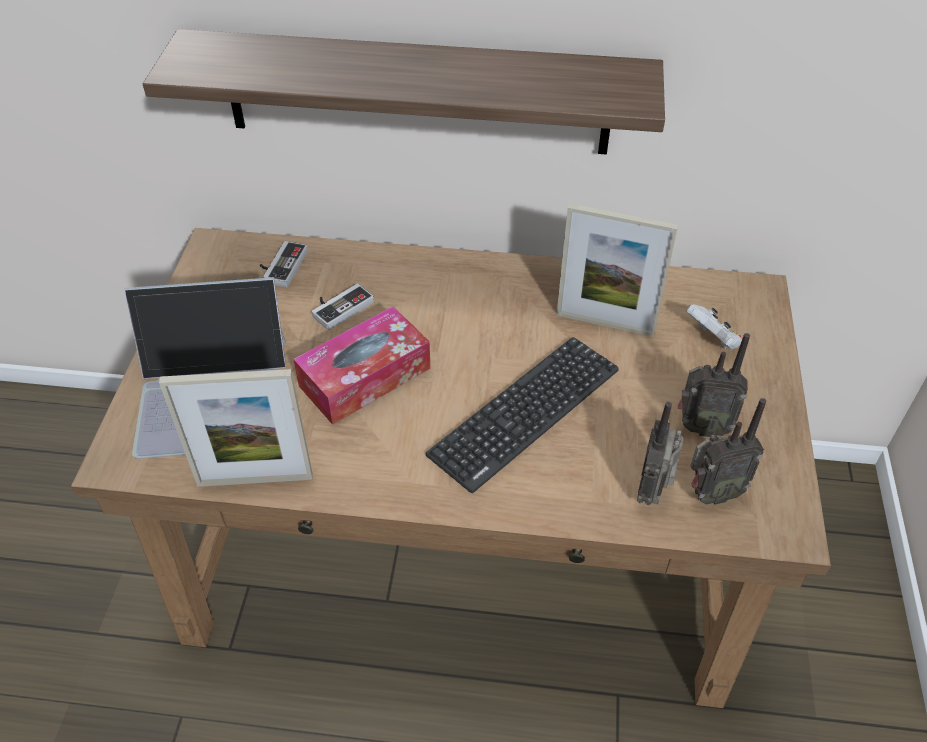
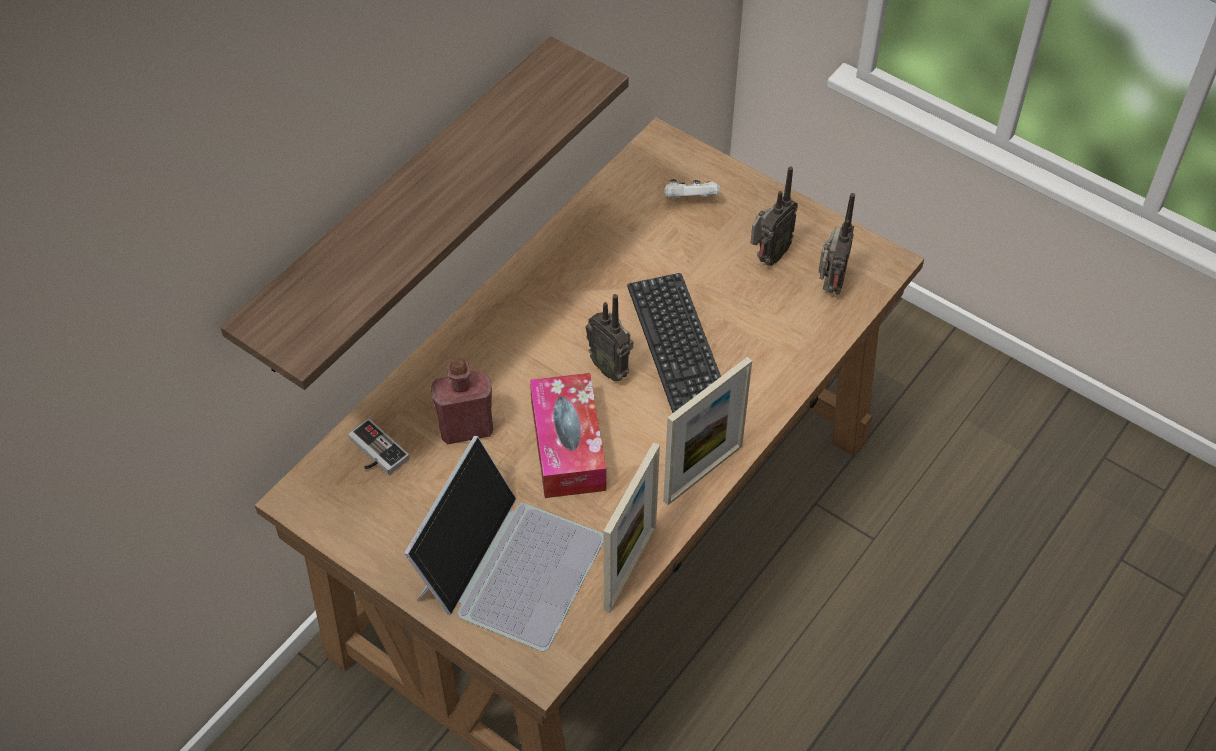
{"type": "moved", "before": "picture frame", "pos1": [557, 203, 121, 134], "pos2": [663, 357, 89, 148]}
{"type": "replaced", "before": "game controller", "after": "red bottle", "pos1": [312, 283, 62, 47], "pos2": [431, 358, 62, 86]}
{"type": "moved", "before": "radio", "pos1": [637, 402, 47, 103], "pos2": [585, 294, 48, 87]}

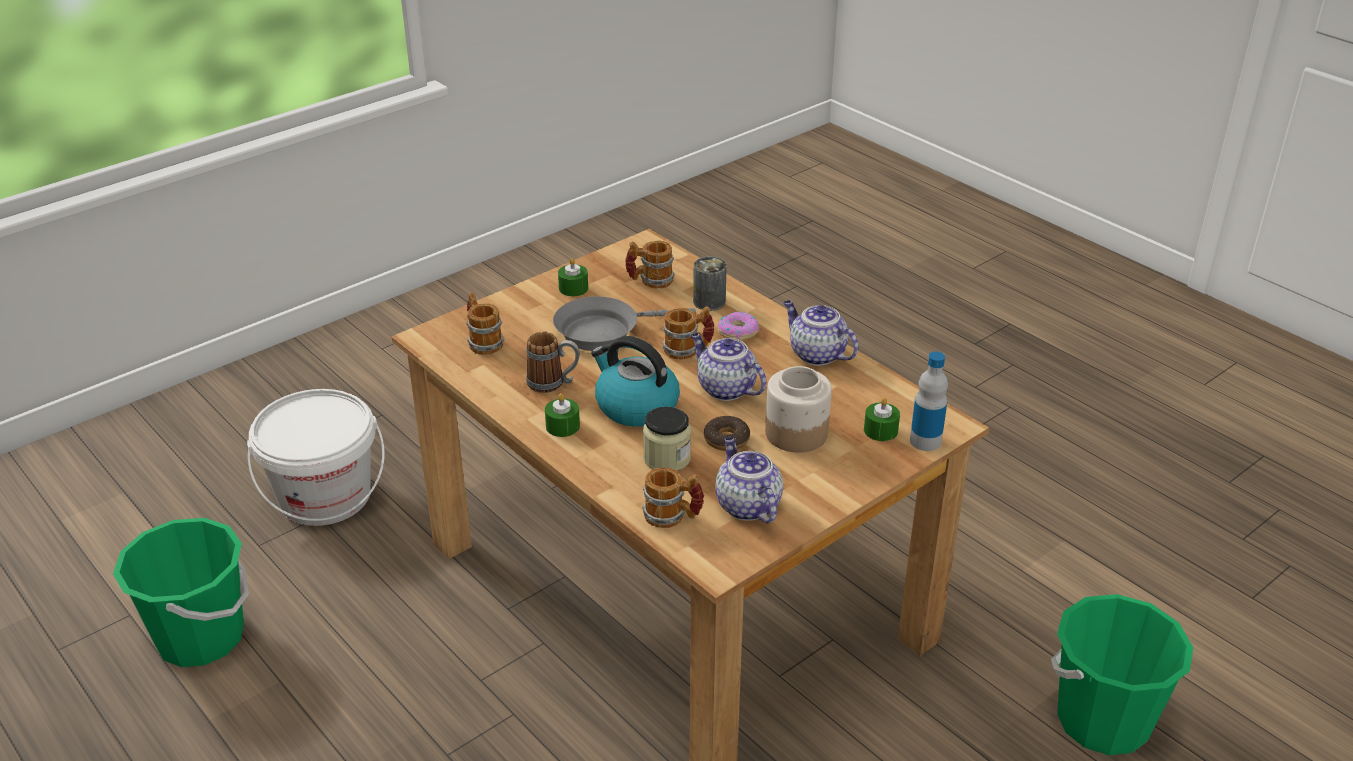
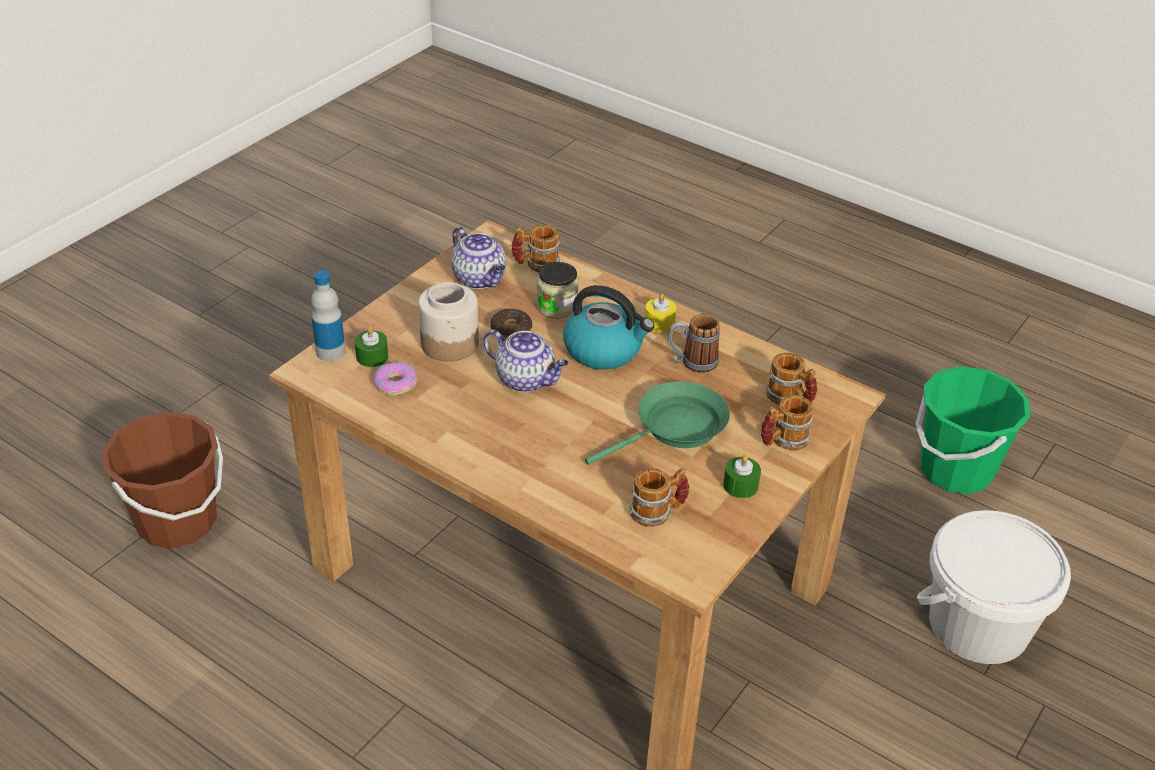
{"type": "removed", "before": "can", "pos1": [693, 257, 34, 54]}
{"type": "recoloured", "before": "grey frying pan", "after": "green frying pan", "pos1": [553, 296, 143, 55], "pos2": [585, 381, 145, 84]}
{"type": "removed", "before": "teapot", "pos1": [783, 300, 76, 66]}
{"type": "moved", "before": "mug", "pos1": [662, 306, 52, 54], "pos2": [761, 395, 53, 56]}
{"type": "moved", "before": "donut", "pos1": [718, 312, 41, 29], "pos2": [373, 361, 44, 35]}
{"type": "recoloured", "before": "green candle", "after": "yellow candle", "pos1": [545, 393, 35, 44], "pos2": [645, 293, 31, 40]}
{"type": "recoloured", "before": "green bucket", "after": "brown bucket", "pos1": [1051, 594, 142, 161], "pos2": [101, 412, 122, 136]}

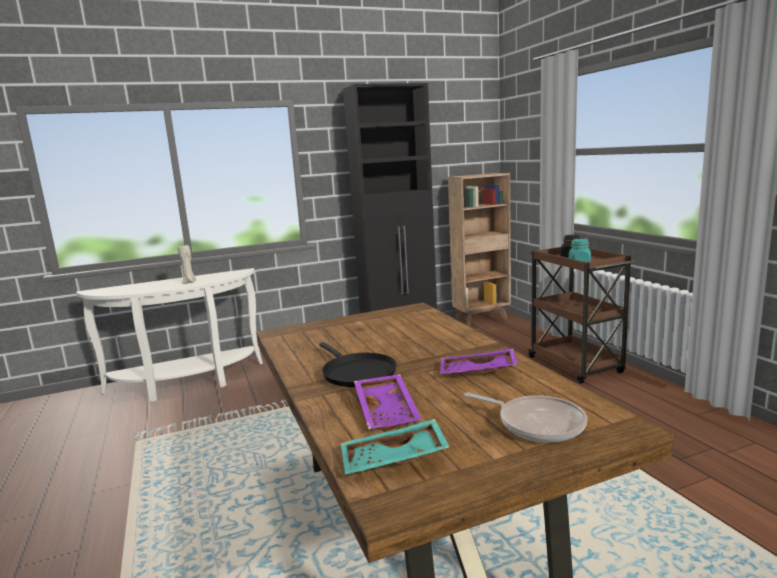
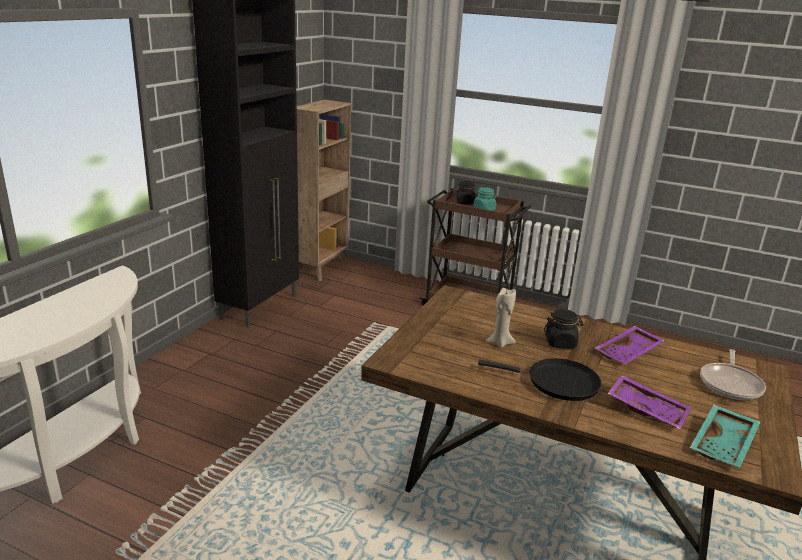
{"type": "moved", "before": "beige candle", "pos1": [178, 245, 18, 39], "pos2": [486, 288, 30, 60]}
{"type": "turned", "before": "frying pan", "pos1": [464, 393, 123, 50], "pos2": [700, 349, 66, 51], "turn": 120}
{"type": "added", "after": "black jar", "pos2": [544, 309, 40, 40]}

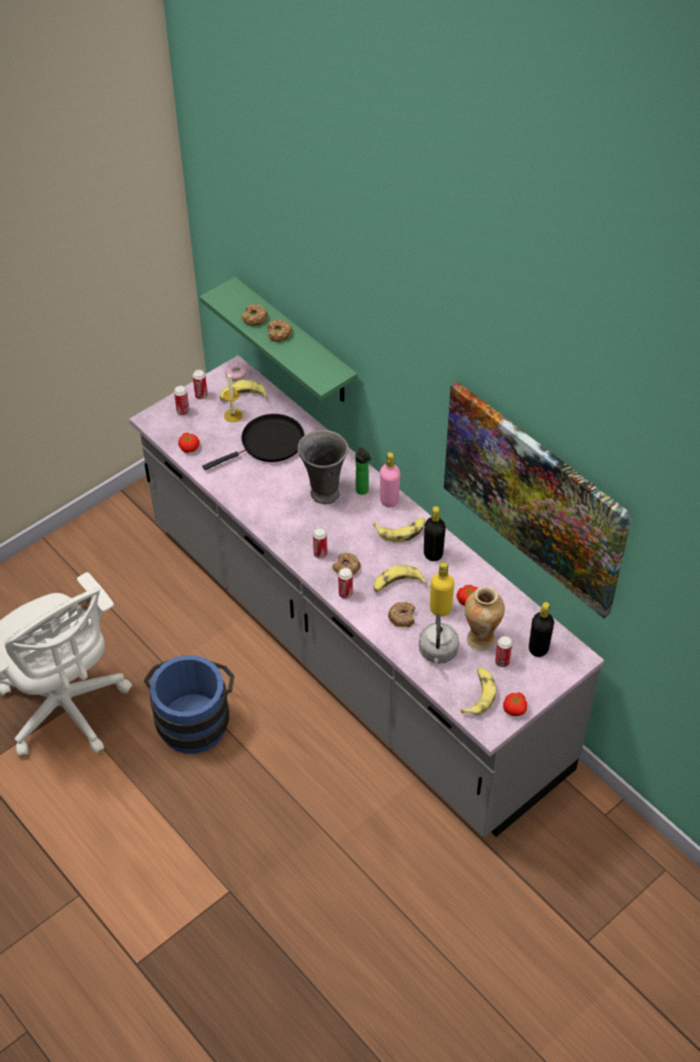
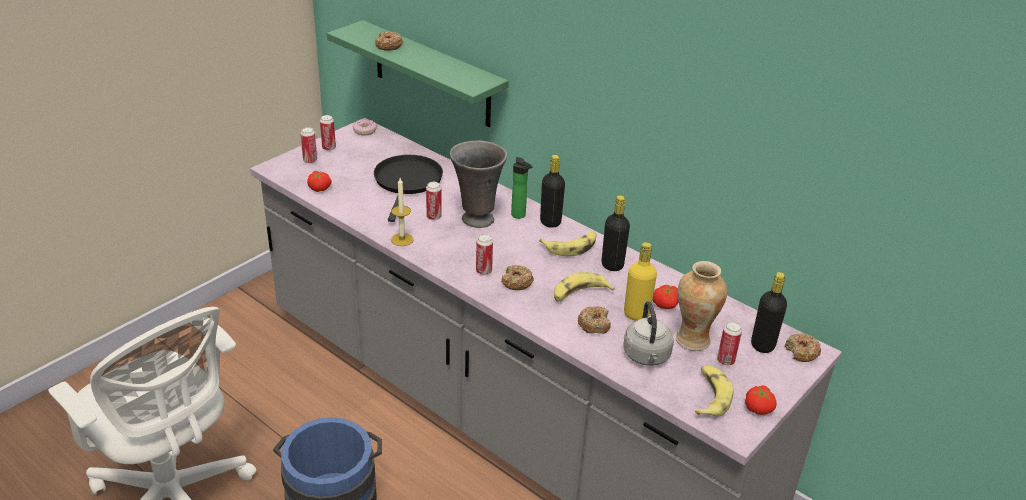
{"type": "moved", "before": "donut", "pos1": [267, 319, 25, 22], "pos2": [785, 333, 36, 29]}
{"type": "moved", "before": "candle", "pos1": [223, 373, 19, 49], "pos2": [391, 178, 22, 68]}
{"type": "removed", "before": "banana", "pos1": [220, 380, 48, 21]}
{"type": "removed", "before": "picture", "pos1": [444, 381, 189, 237]}
{"type": "turned", "before": "black frying pan", "pos1": [203, 414, 101, 56], "pos2": [374, 155, 69, 67], "turn": -45}
{"type": "recoloured", "before": "pink bottle", "after": "black bottle", "pos1": [380, 452, 20, 55], "pos2": [540, 155, 25, 73]}
{"type": "moved", "before": "can", "pos1": [338, 568, 15, 31], "pos2": [426, 182, 16, 38]}

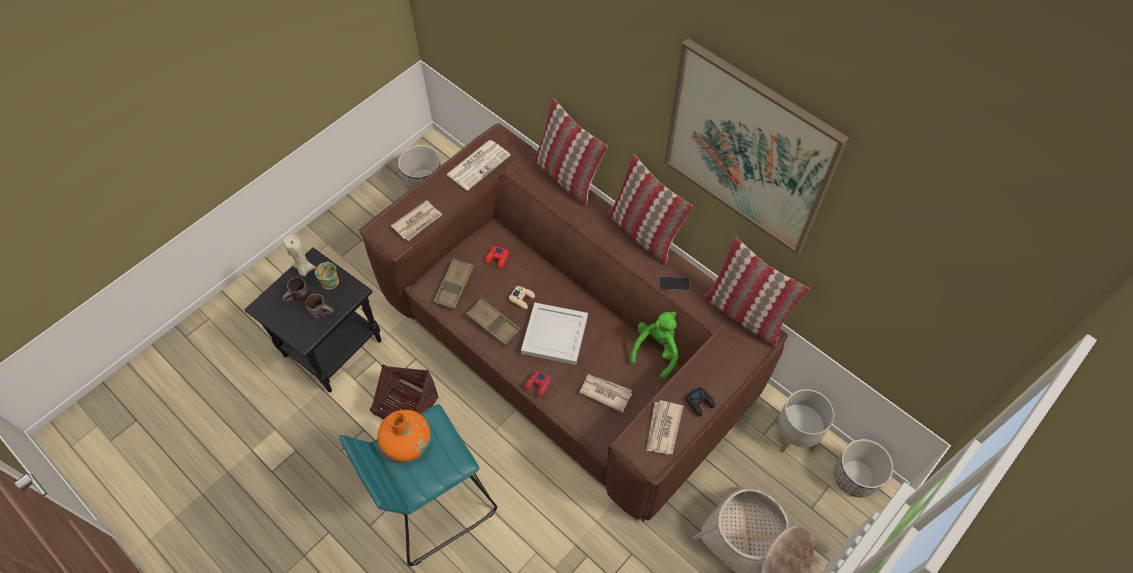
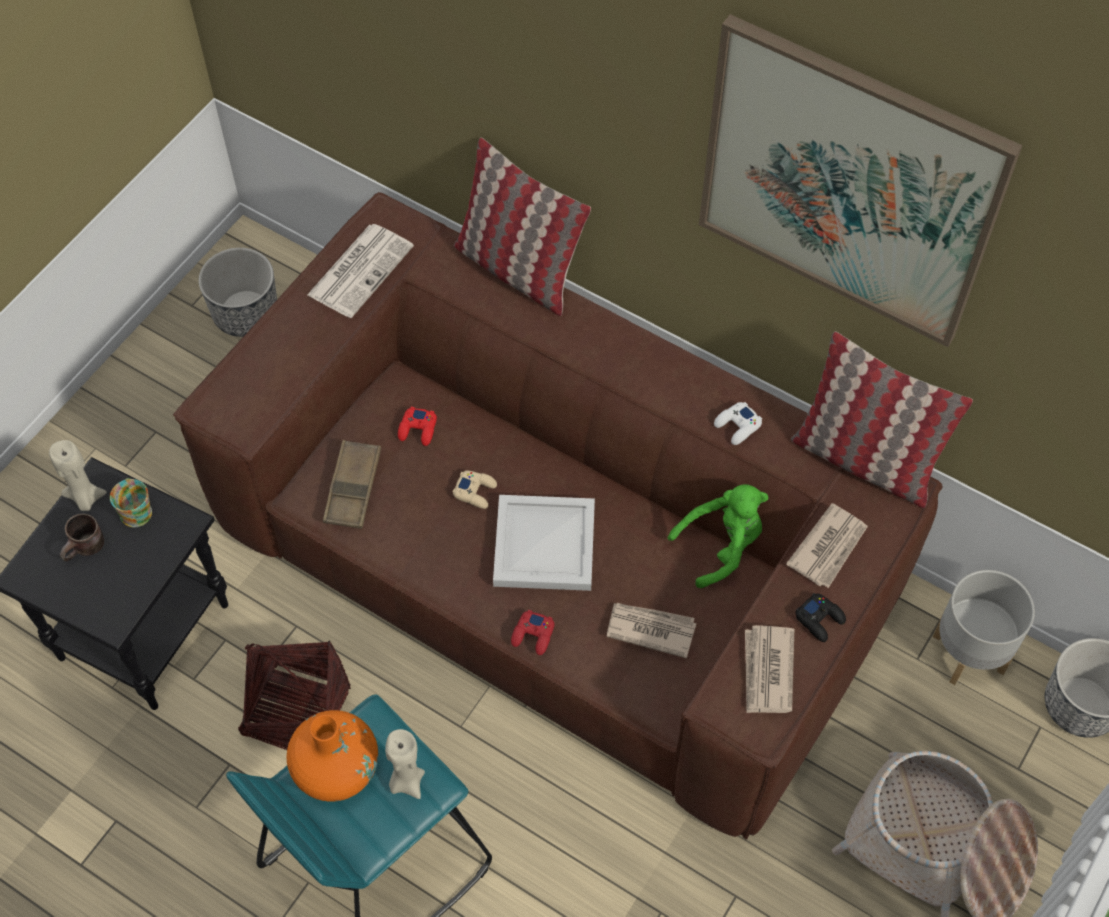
{"type": "removed", "before": "pillow", "pos1": [608, 154, 85, 111]}
{"type": "moved", "before": "newspaper", "pos1": [391, 200, 51, 41], "pos2": [786, 503, 82, 85]}
{"type": "replaced", "before": "phone", "after": "white game controller", "pos1": [659, 277, 30, 14], "pos2": [714, 402, 48, 43]}
{"type": "removed", "before": "brown mug", "pos1": [305, 294, 29, 24]}
{"type": "removed", "before": "brown tray", "pos1": [466, 298, 55, 48]}
{"type": "turned", "before": "green plush toy", "pos1": [629, 312, 50, 67], "pos2": [668, 484, 100, 104], "turn": 45}
{"type": "added", "after": "beige candle", "pos2": [385, 729, 40, 70]}

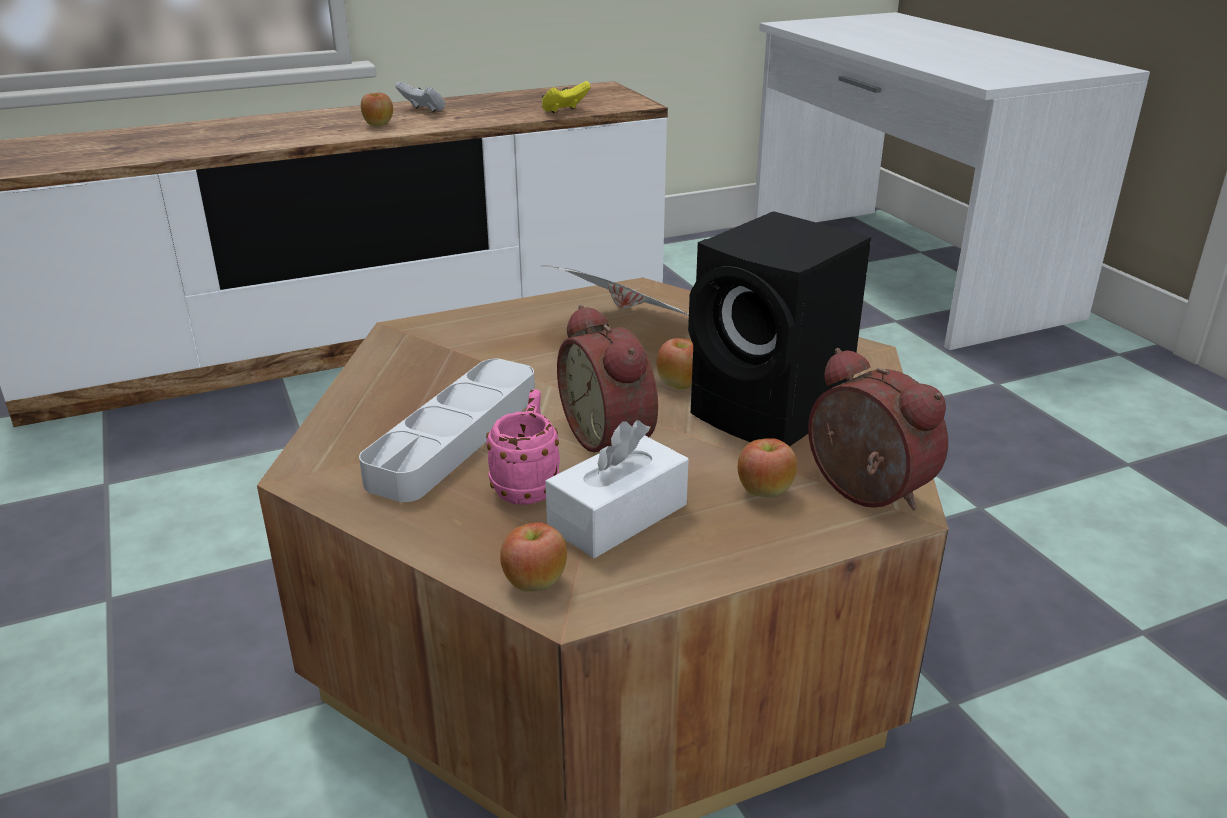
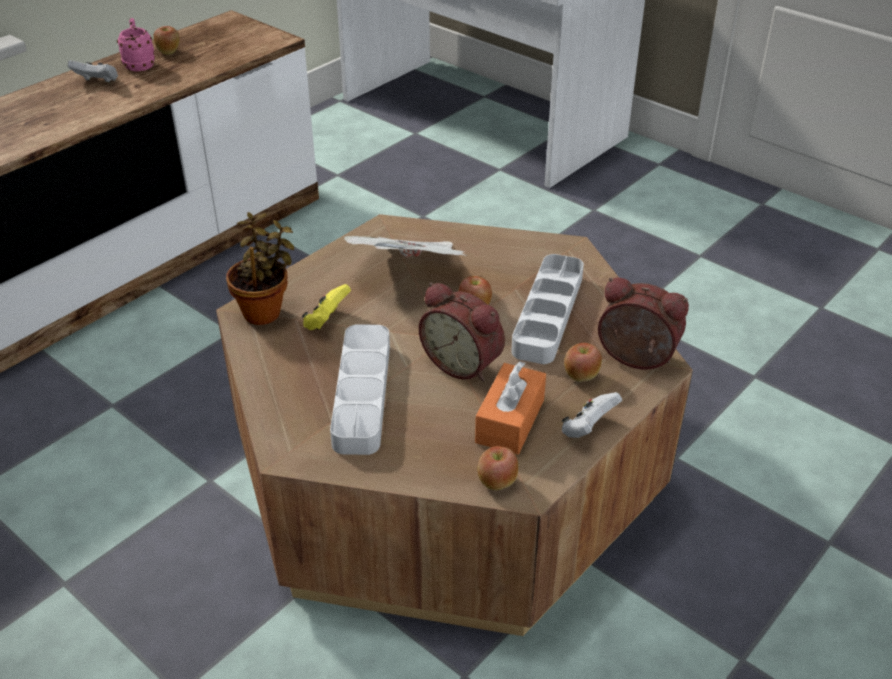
{"type": "moved", "before": "yellow game controller", "pos1": [542, 81, 49, 32], "pos2": [302, 284, 49, 46]}
{"type": "moved", "before": "apple", "pos1": [361, 93, 32, 33], "pos2": [153, 26, 27, 29]}
{"type": "replaced", "before": "black speaker", "after": "grey tray", "pos1": [688, 211, 183, 235], "pos2": [511, 254, 73, 110]}
{"type": "moved", "before": "pink mug", "pos1": [486, 389, 74, 116], "pos2": [117, 18, 38, 53]}
{"type": "recoloured", "before": "white tissue box", "after": "orange tissue box", "pos1": [545, 420, 144, 138], "pos2": [475, 361, 71, 94]}
{"type": "added", "after": "potted plant", "pos2": [226, 212, 68, 113]}
{"type": "added", "after": "white game controller", "pos2": [562, 392, 60, 46]}

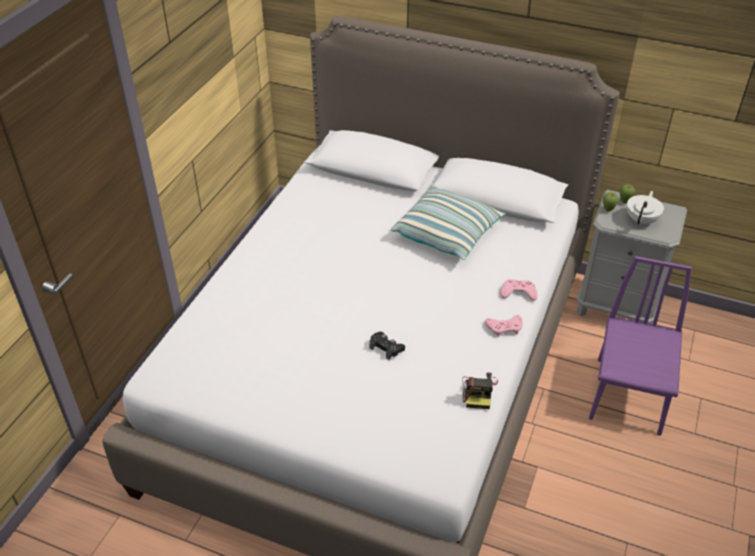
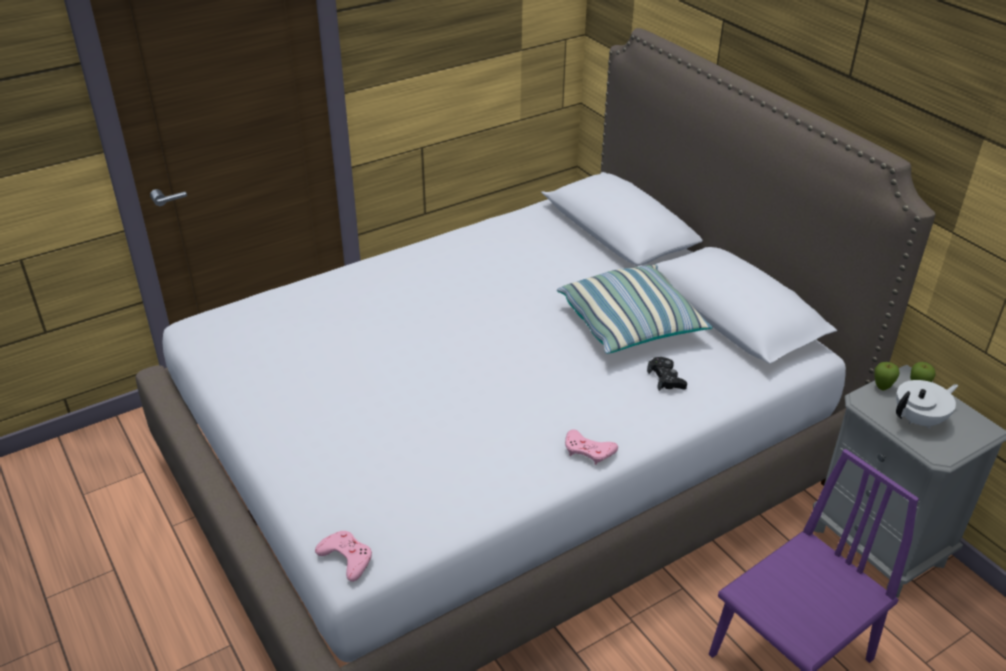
{"type": "moved", "before": "pink game controller", "pos1": [501, 279, 36, 22], "pos2": [315, 531, 57, 51]}
{"type": "moved", "before": "black game controller", "pos1": [369, 332, 36, 28], "pos2": [647, 357, 40, 34]}
{"type": "removed", "before": "photo camera", "pos1": [462, 373, 36, 36]}

